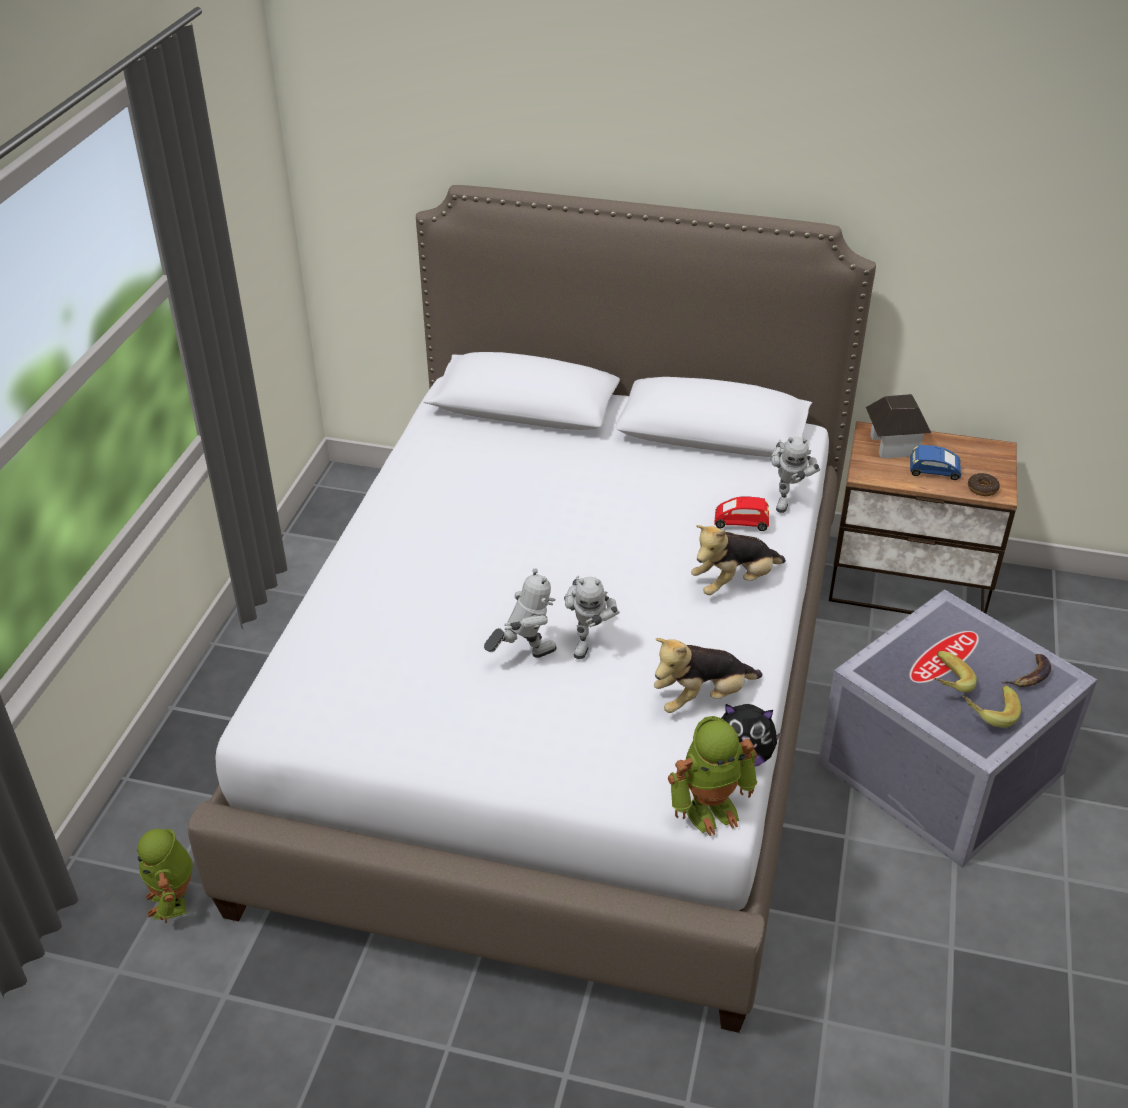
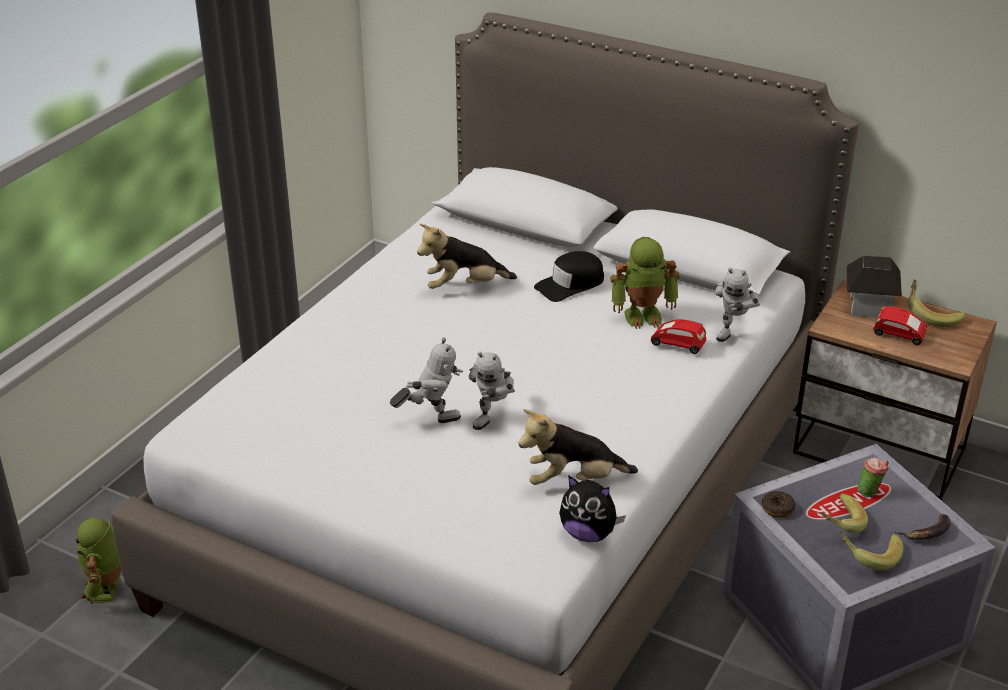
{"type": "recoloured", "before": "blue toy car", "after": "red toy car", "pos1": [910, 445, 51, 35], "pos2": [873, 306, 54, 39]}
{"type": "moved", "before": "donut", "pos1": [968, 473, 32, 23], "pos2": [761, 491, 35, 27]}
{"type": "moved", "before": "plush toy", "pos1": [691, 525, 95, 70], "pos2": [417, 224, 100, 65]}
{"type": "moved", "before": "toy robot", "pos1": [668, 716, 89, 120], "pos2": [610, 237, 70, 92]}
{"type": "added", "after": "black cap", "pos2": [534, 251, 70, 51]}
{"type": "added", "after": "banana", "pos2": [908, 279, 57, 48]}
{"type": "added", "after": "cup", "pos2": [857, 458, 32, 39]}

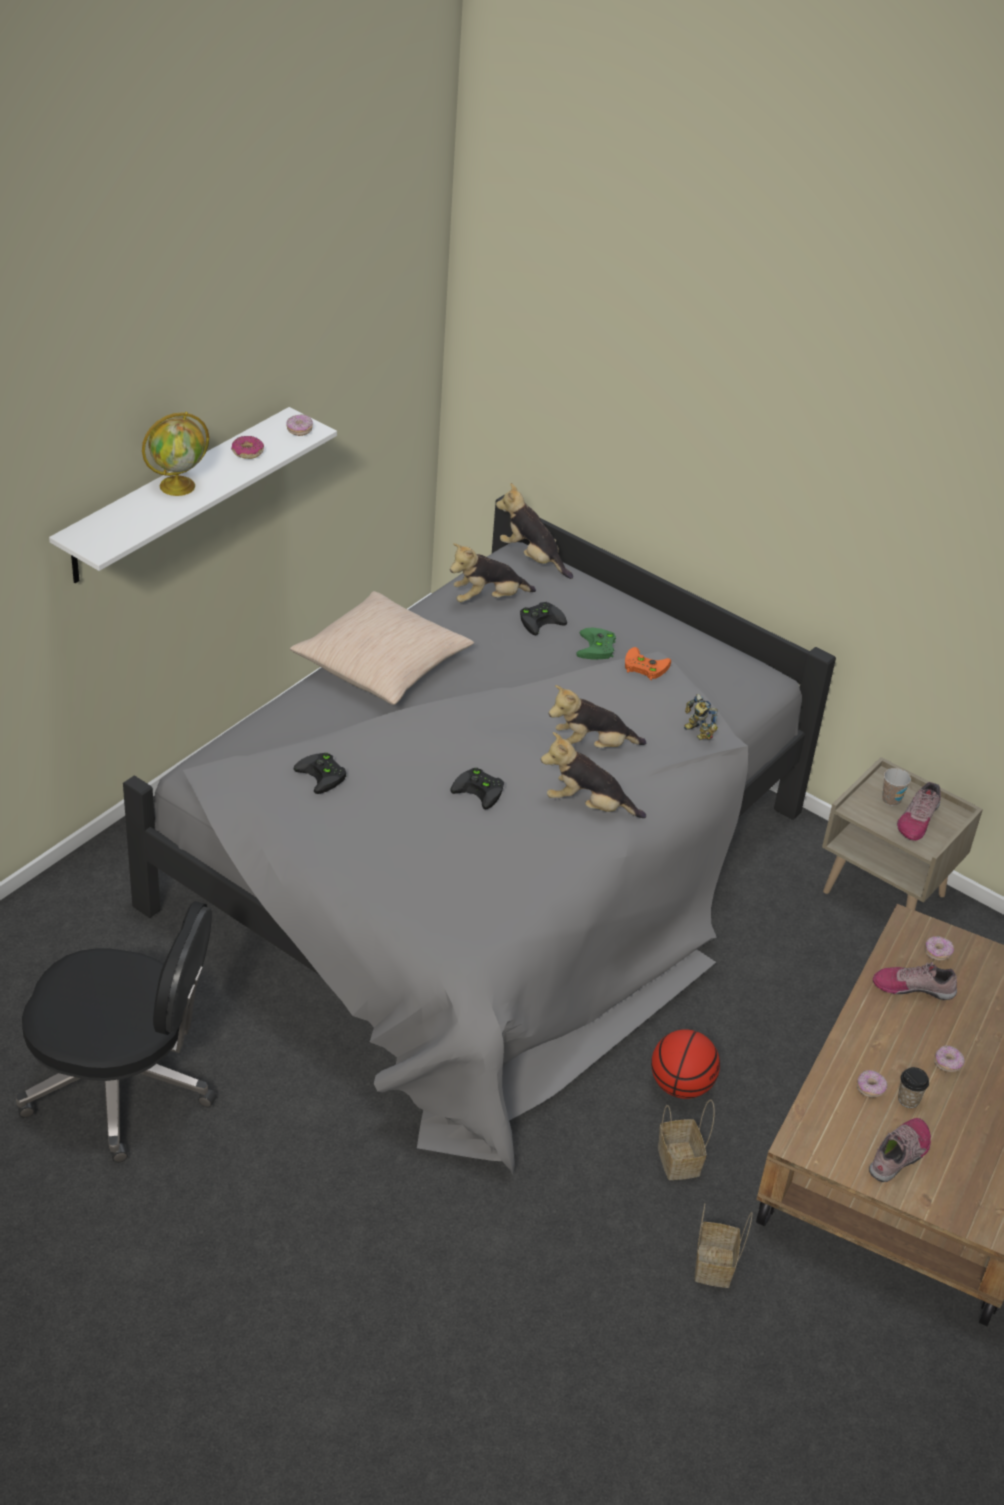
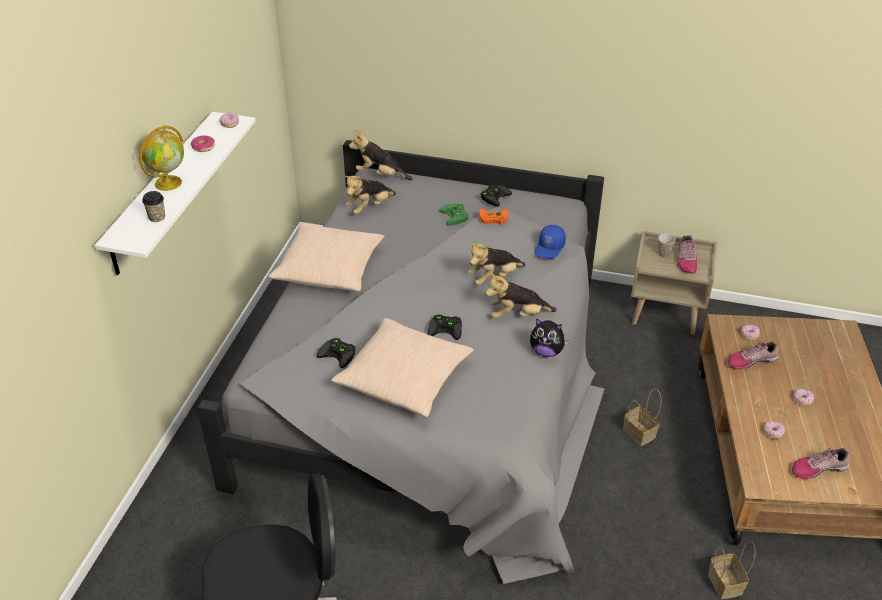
{"type": "moved", "before": "black game controller", "pos1": [520, 602, 47, 33], "pos2": [481, 184, 31, 22]}
{"type": "replaced", "before": "toy robot", "after": "blue cap", "pos1": [684, 694, 34, 46], "pos2": [534, 225, 32, 34]}
{"type": "removed", "before": "basketball", "pos1": [651, 1029, 69, 70]}
{"type": "moved", "before": "cup", "pos1": [898, 1067, 31, 41], "pos2": [142, 191, 23, 31]}
{"type": "moved", "before": "basket", "pos1": [658, 1099, 57, 81], "pos2": [623, 389, 38, 57]}
{"type": "turned", "before": "shoe", "pos1": [869, 1118, 62, 64], "pos2": [792, 448, 58, 31], "turn": -120}
{"type": "added", "after": "beige pillow", "pos2": [331, 318, 143, 99]}
{"type": "added", "after": "plush toy", "pos2": [530, 318, 39, 39]}

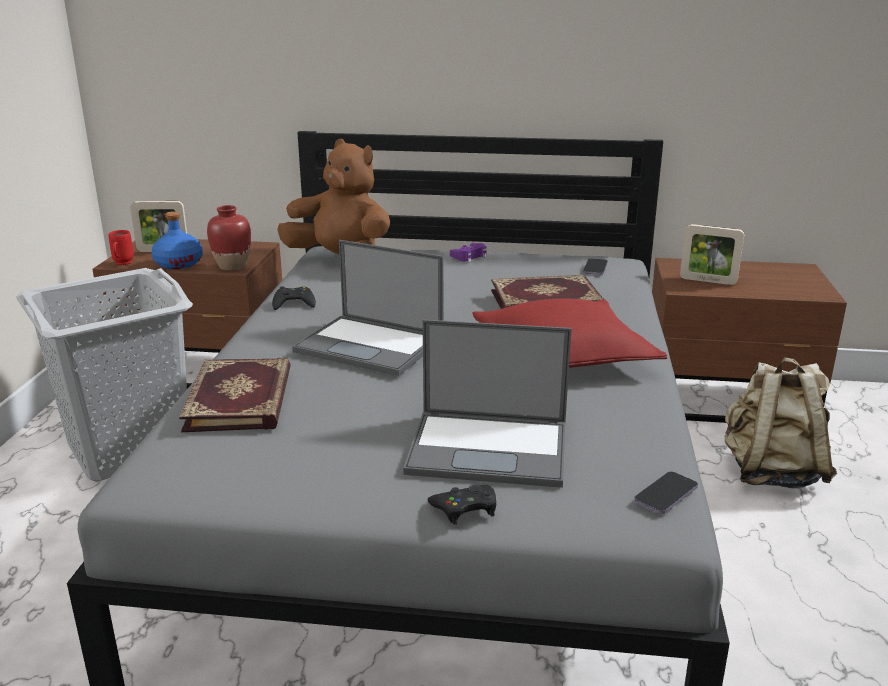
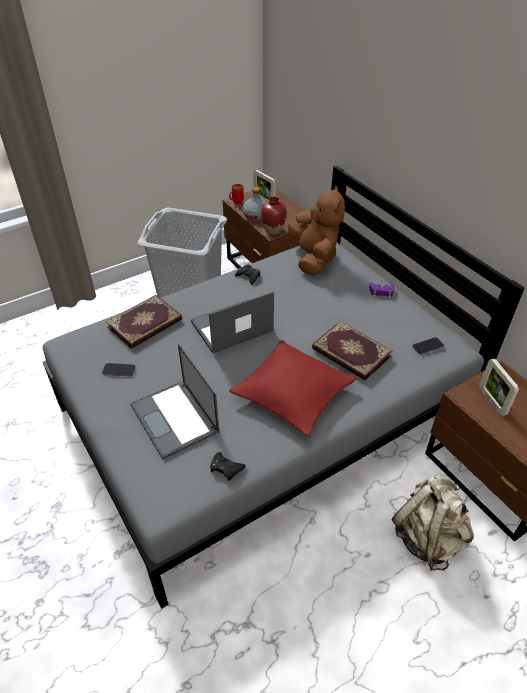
{"type": "recoloured", "before": "blue bottle", "after": "grey bottle", "pos1": [151, 211, 52, 58], "pos2": [242, 187, 25, 34]}
{"type": "turned", "before": "laptop", "pos1": [292, 240, 152, 136], "pos2": [191, 291, 83, 62], "turn": 75}
{"type": "moved", "before": "phone", "pos1": [634, 471, 64, 43], "pos2": [102, 363, 33, 13]}
{"type": "moved", "before": "black game controller", "pos1": [427, 485, 69, 40], "pos2": [210, 452, 36, 29]}

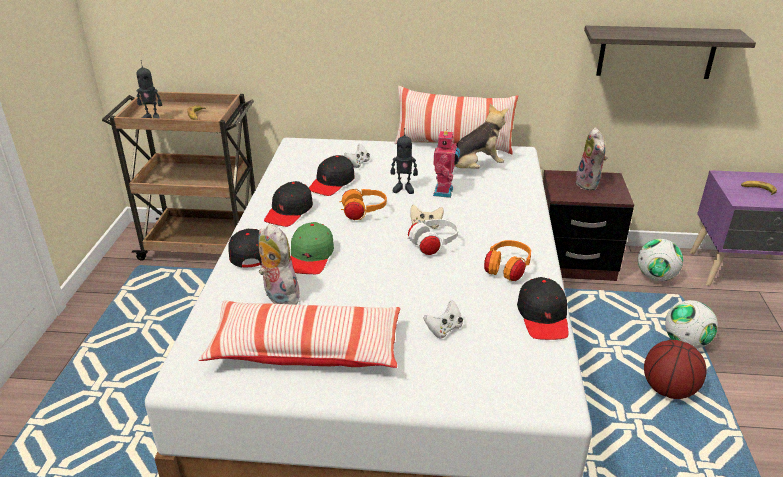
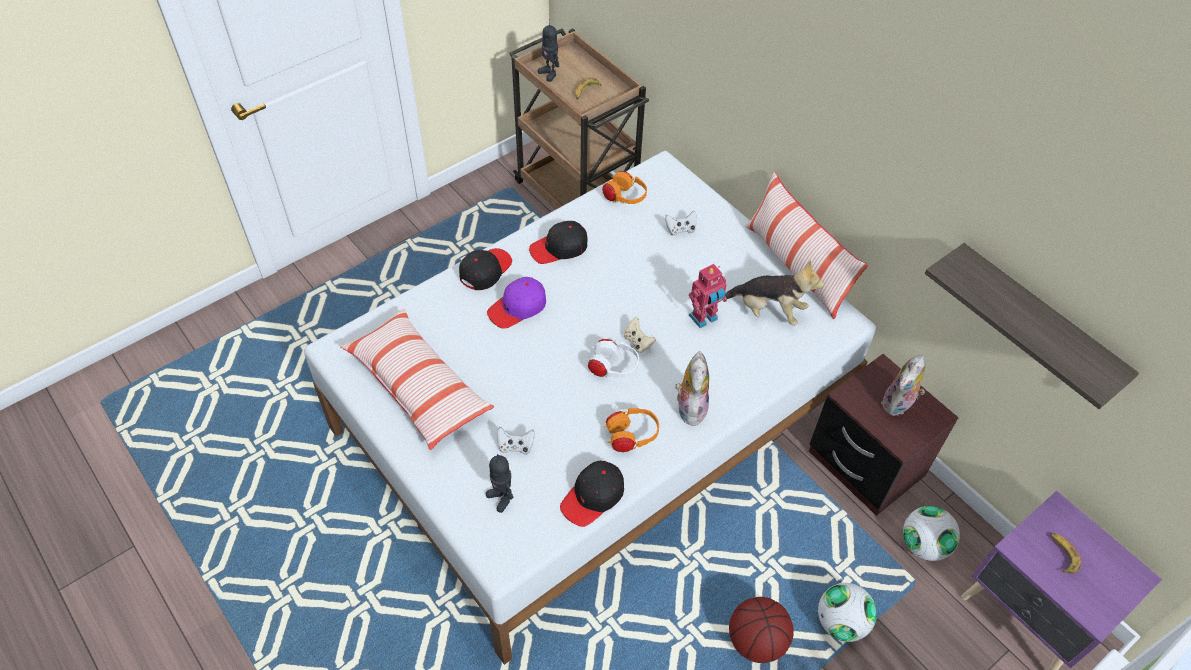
{"type": "moved", "before": "toy robot", "pos1": [390, 128, 28, 66], "pos2": [486, 454, 27, 59]}
{"type": "removed", "before": "black cap", "pos1": [309, 155, 46, 41]}
{"type": "moved", "before": "orange headphones", "pos1": [339, 189, 48, 31], "pos2": [602, 171, 45, 33]}
{"type": "recoloured", "before": "green cap", "after": "purple cap", "pos1": [291, 222, 43, 52], "pos2": [487, 277, 59, 52]}
{"type": "moved", "before": "plush toy", "pos1": [258, 224, 44, 81], "pos2": [675, 351, 34, 75]}

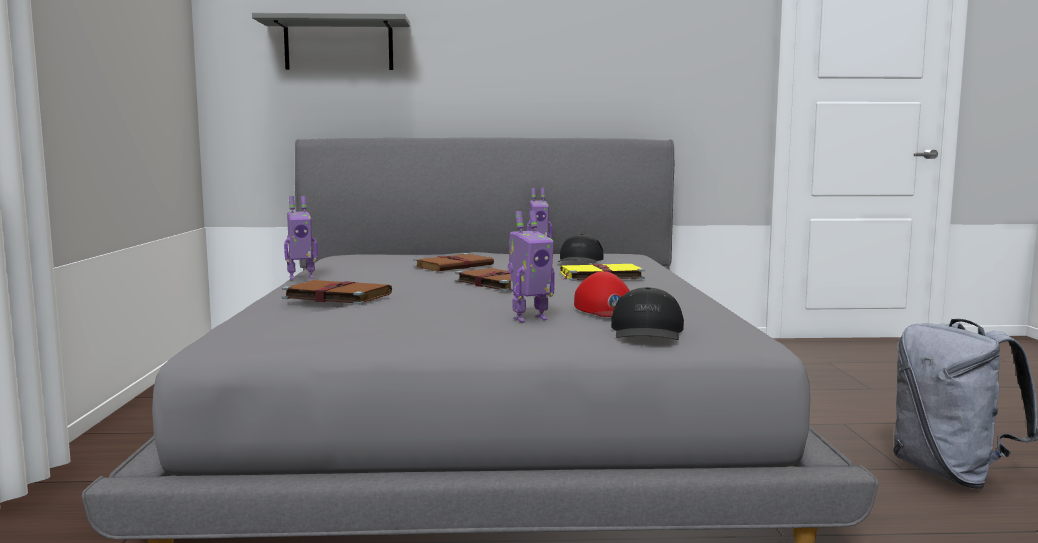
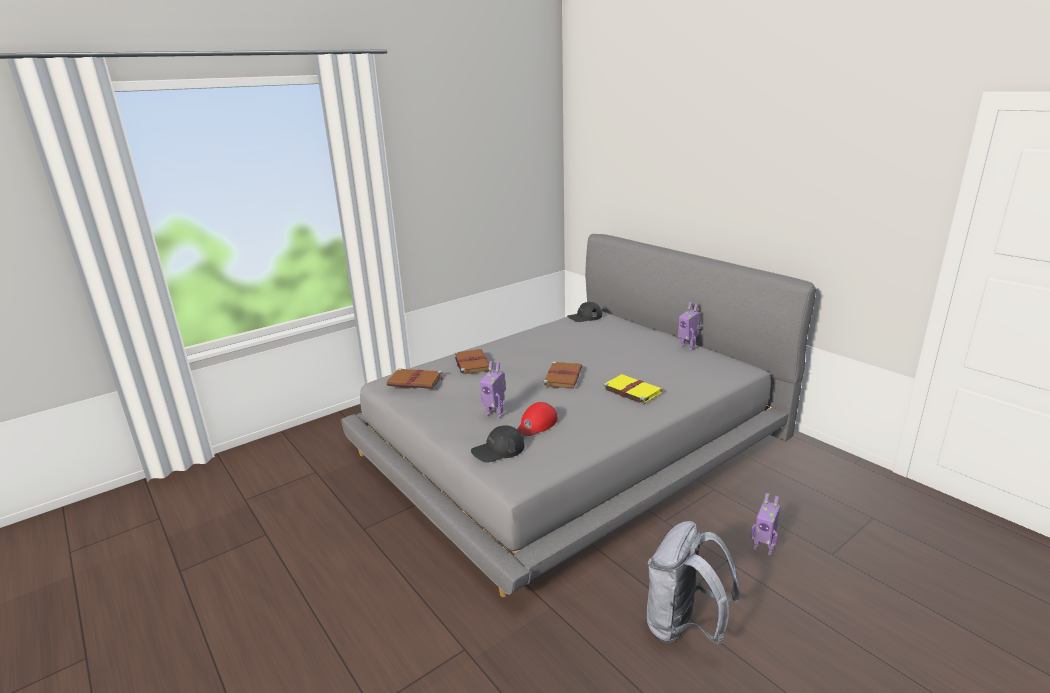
{"type": "removed", "before": "grey shelf", "pos1": [252, 13, 158, 57]}
{"type": "moved", "before": "toy robot", "pos1": [284, 196, 34, 84], "pos2": [751, 493, 29, 63]}
{"type": "moved", "before": "black cap", "pos1": [558, 234, 46, 29], "pos2": [567, 302, 35, 20]}
{"type": "moved", "before": "brown book", "pos1": [413, 253, 81, 18], "pos2": [387, 368, 57, 21]}

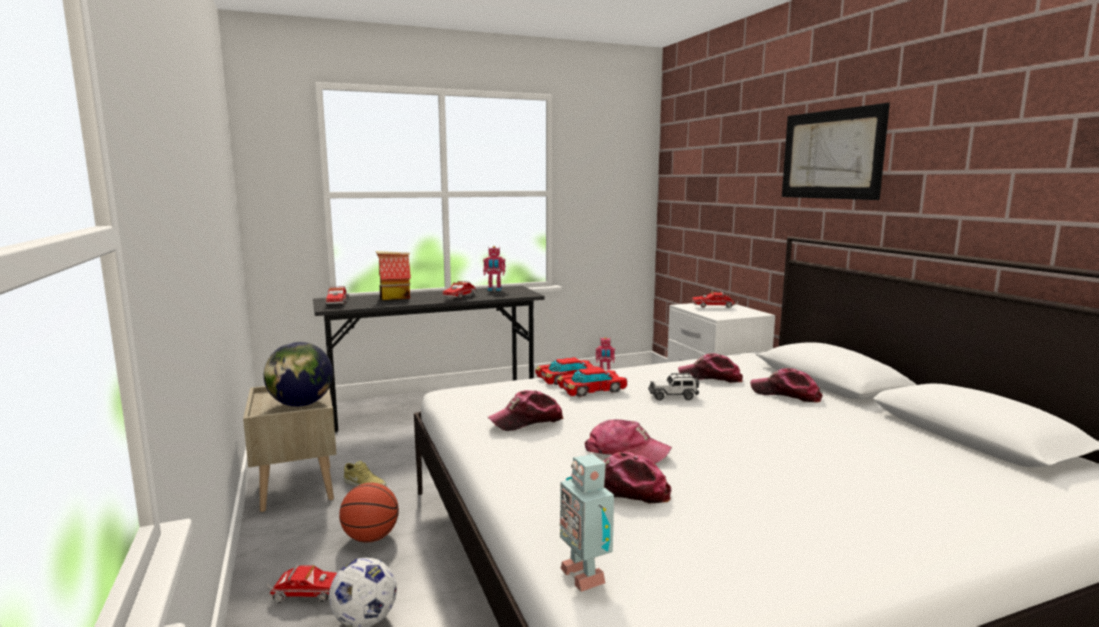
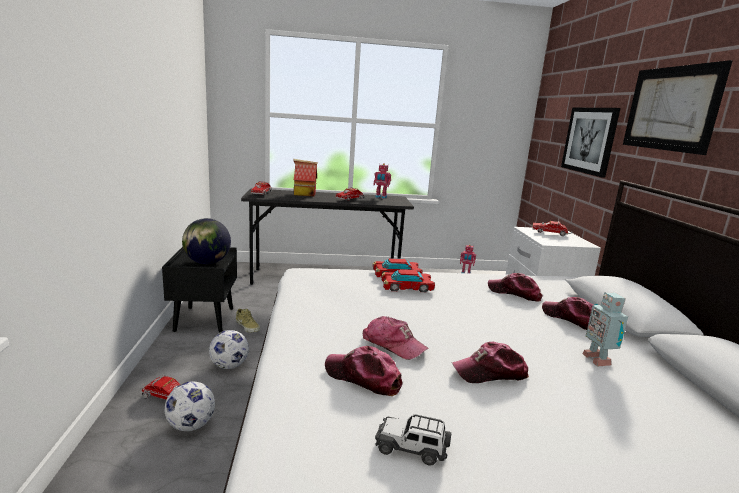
{"type": "moved", "before": "toy car", "pos1": [648, 373, 51, 28], "pos2": [375, 414, 76, 52]}
{"type": "recoloured", "before": "beige nightstand", "after": "black nightstand", "pos1": [243, 386, 93, 126], "pos2": [162, 247, 75, 86]}
{"type": "moved", "before": "cap", "pos1": [487, 390, 77, 41], "pos2": [452, 342, 77, 41]}
{"type": "moved", "before": "toy robot", "pos1": [560, 454, 54, 138], "pos2": [582, 292, 46, 74]}
{"type": "replaced", "before": "basketball", "after": "football", "pos1": [339, 483, 60, 60], "pos2": [209, 330, 40, 39]}
{"type": "added", "after": "picture", "pos2": [561, 108, 59, 70]}

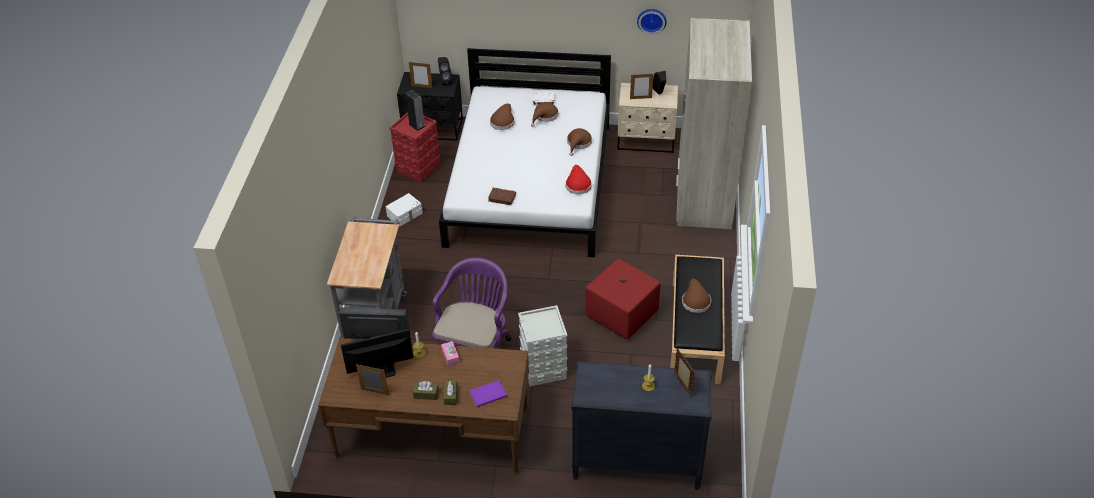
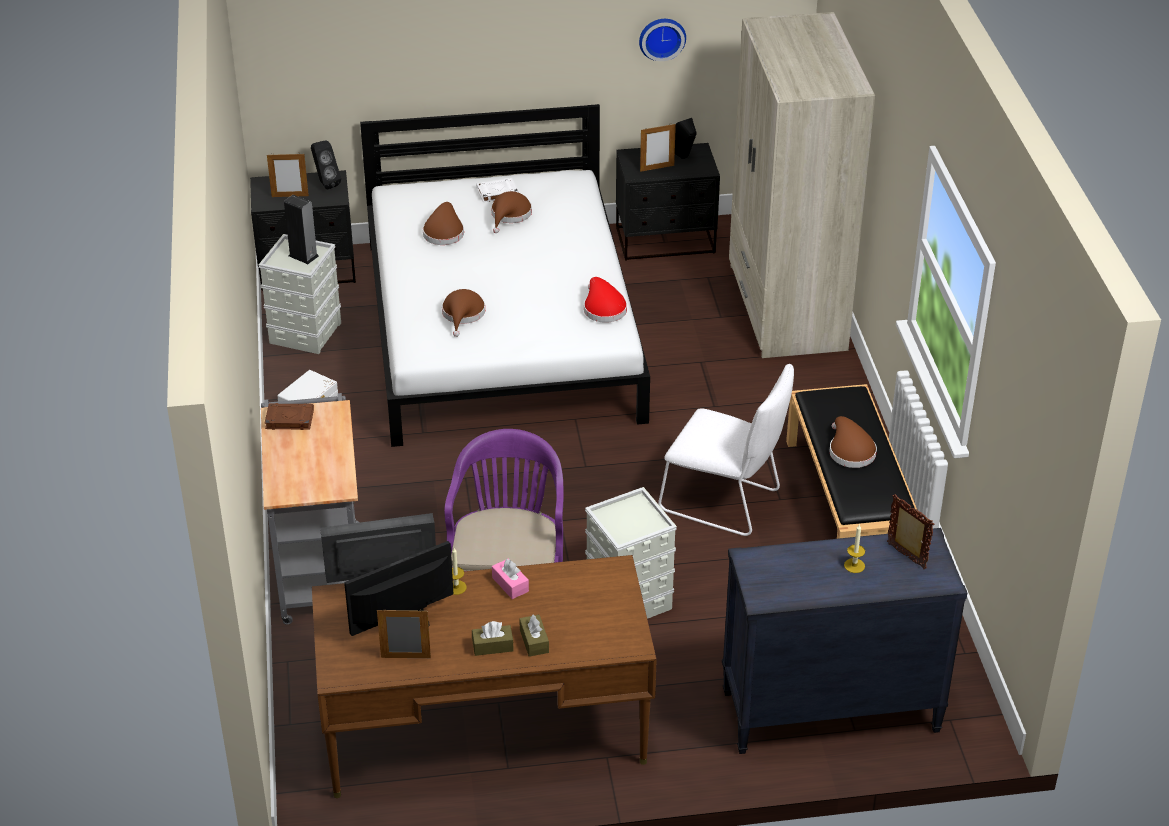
{"type": "recoloured", "before": "beige nightstand", "after": "black nightstand", "pos1": [618, 83, 60, 70], "pos2": [616, 143, 104, 118]}
{"type": "recoloured", "before": "red storage box", "after": "grey storage box", "pos1": [389, 112, 52, 71], "pos2": [258, 234, 83, 120]}
{"type": "moved", "before": "brown hat", "pos1": [567, 128, 25, 28], "pos2": [442, 289, 43, 48]}
{"type": "moved", "before": "brown book", "pos1": [488, 188, 28, 17], "pos2": [265, 403, 49, 27]}
{"type": "replaced", "before": "red ottoman", "after": "white chair", "pos1": [586, 258, 75, 81], "pos2": [658, 364, 136, 172]}
{"type": "removed", "before": "purple book", "pos1": [470, 380, 37, 27]}

